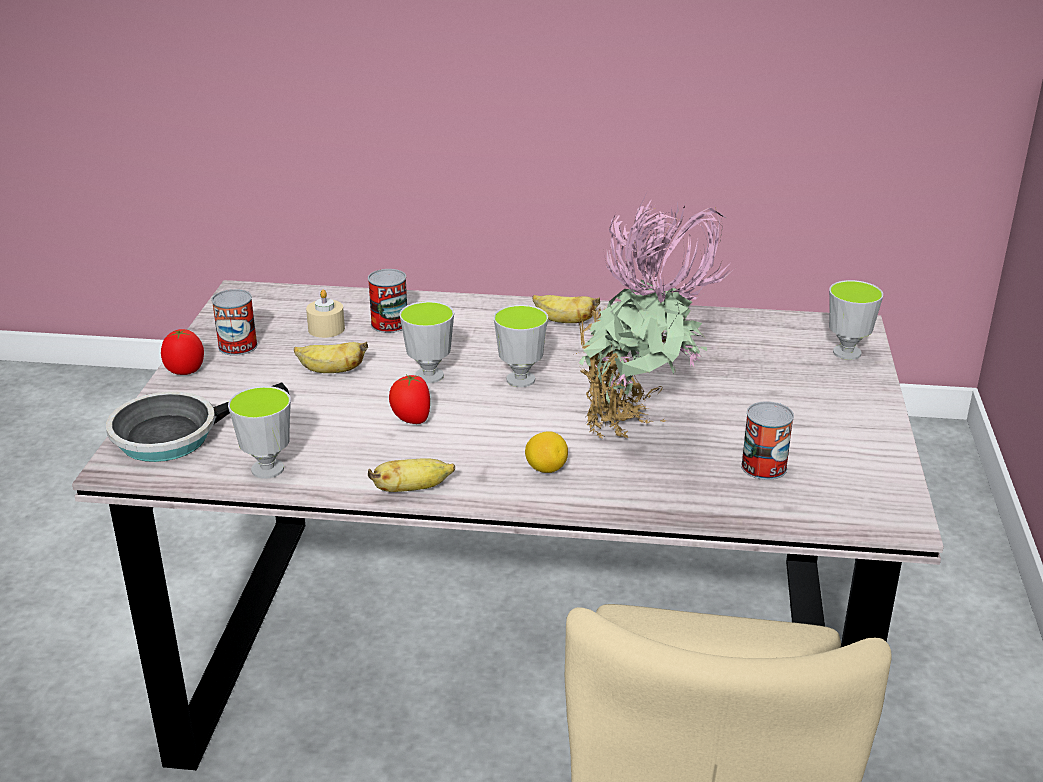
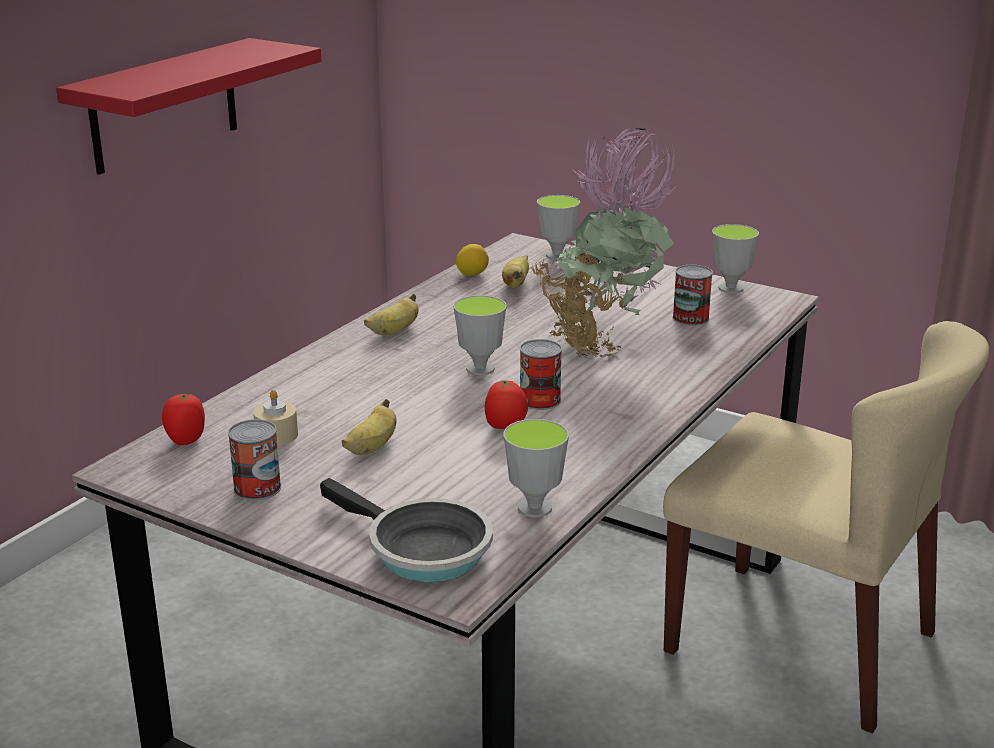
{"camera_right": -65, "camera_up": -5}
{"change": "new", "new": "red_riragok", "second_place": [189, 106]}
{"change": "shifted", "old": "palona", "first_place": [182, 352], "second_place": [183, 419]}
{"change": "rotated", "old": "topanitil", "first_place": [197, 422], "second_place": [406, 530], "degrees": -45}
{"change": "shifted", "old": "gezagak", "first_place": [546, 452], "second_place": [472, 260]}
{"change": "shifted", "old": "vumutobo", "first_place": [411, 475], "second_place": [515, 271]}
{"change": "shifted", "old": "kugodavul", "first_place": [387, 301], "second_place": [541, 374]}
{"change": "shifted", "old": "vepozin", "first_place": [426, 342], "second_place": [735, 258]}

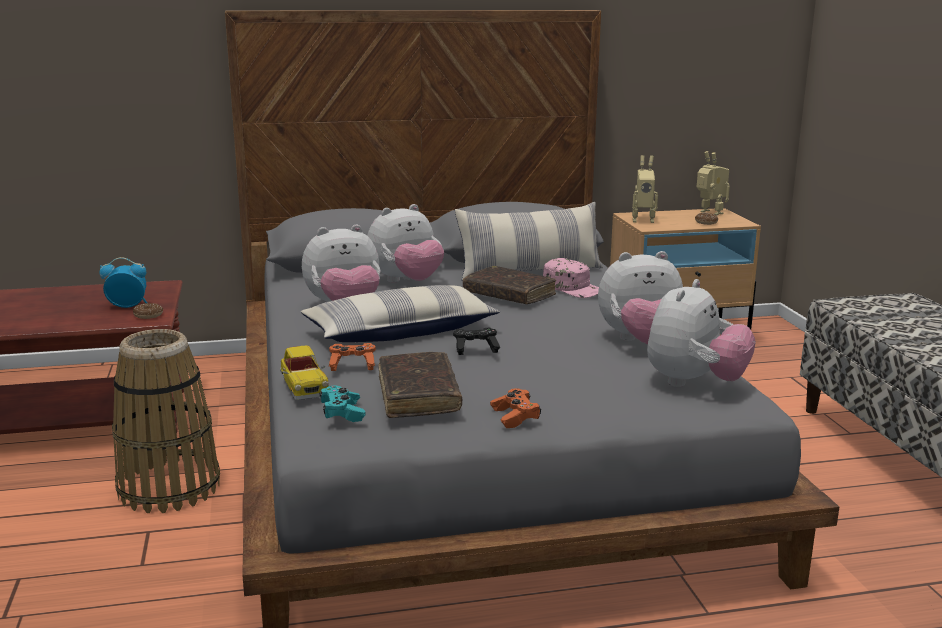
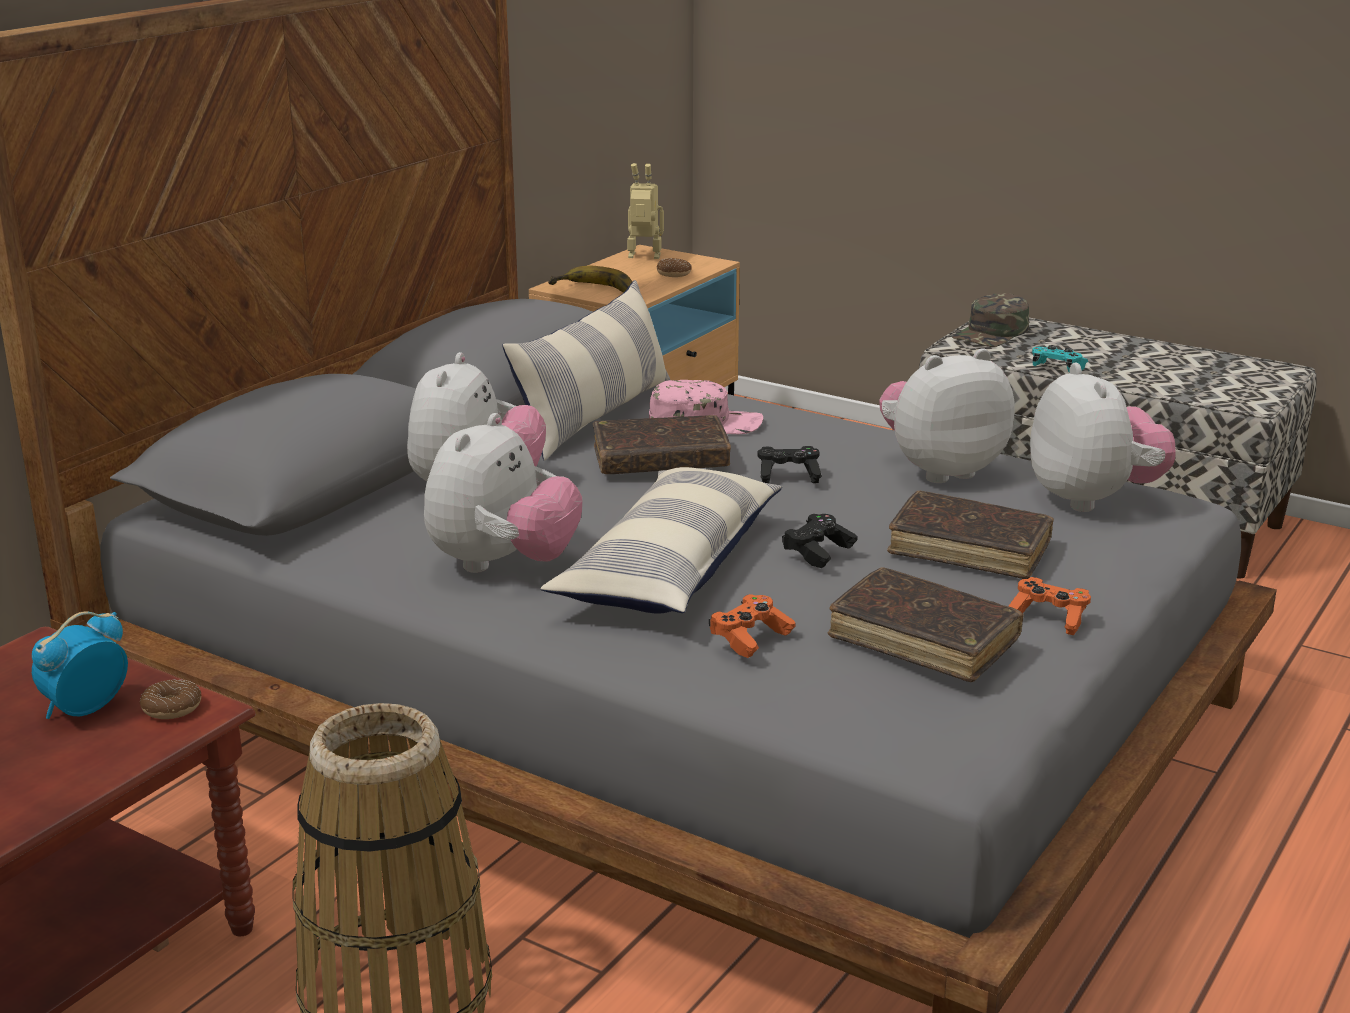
{"camera_right": -45, "camera_up": 5}
{"change": "swapped", "old": "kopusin", "new": "vumutobo", "first_place": [645, 189], "second_place": [590, 279]}
{"change": "new", "new": "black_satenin", "second_place": [789, 464]}
{"change": "rotated", "old": "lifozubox", "first_place": [640, 297], "second_place": [947, 415], "degrees": -150}
{"change": "new", "new": "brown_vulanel", "second_place": [970, 535]}
{"change": "new", "new": "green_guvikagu", "second_place": [990, 320]}
{"change": "shifted", "old": "turquoise_satenin", "first_place": [342, 403], "second_place": [1060, 358]}
{"change": "gone", "old": "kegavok", "first_place": [304, 372]}

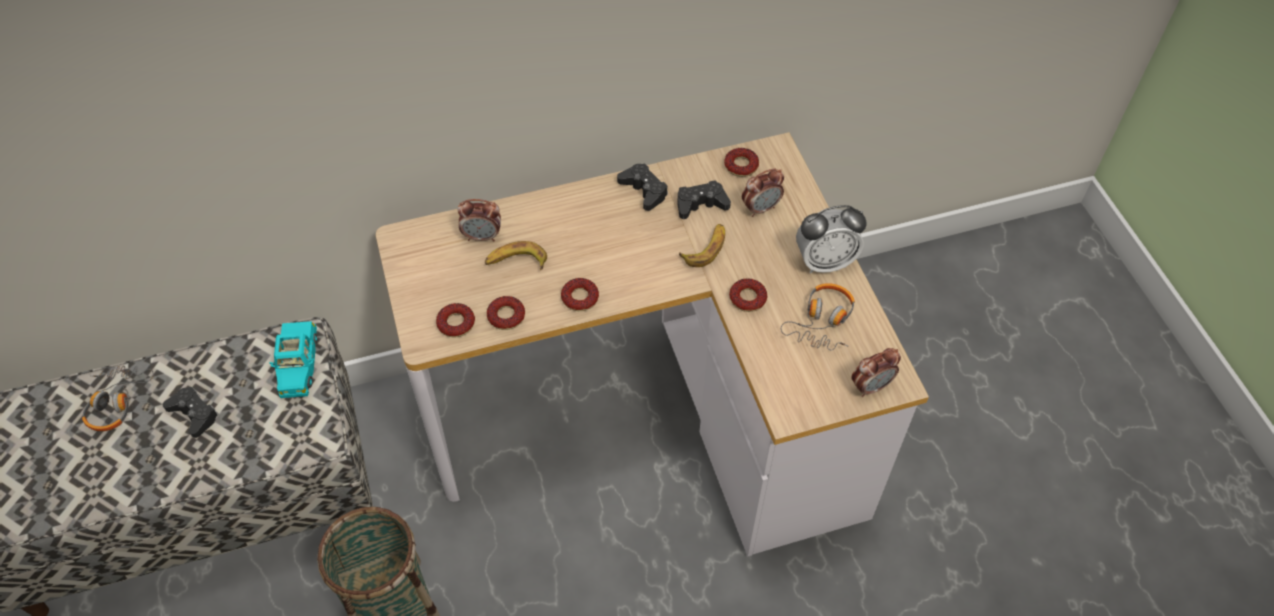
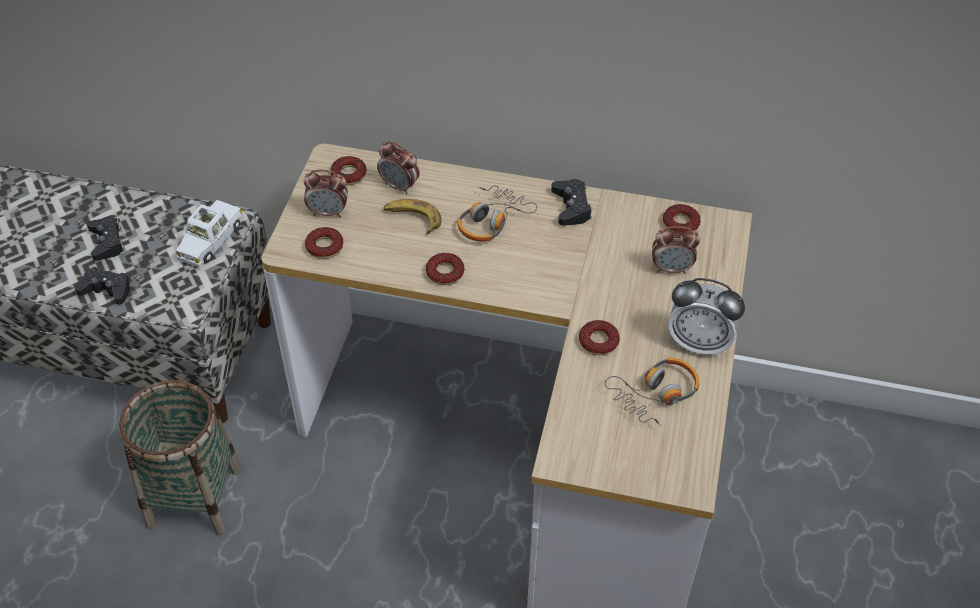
{"camera_right": 30, "camera_up": -5}
{"change": "shifted", "old": "black_satenin", "first_place": [704, 199], "second_place": [102, 285]}
{"change": "repainted", "old": "turquoise_kegavok", "new": "white_kegavok", "first_place": [293, 359], "second_place": [210, 234]}
{"change": "shifted", "old": "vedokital", "first_place": [876, 372], "second_place": [326, 193]}
{"change": "shifted", "old": "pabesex", "first_place": [506, 313], "second_place": [348, 170]}
{"change": "shifted", "old": "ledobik", "first_place": [118, 398], "second_place": [497, 213]}
{"change": "gone", "old": "vumutobo", "first_place": [702, 245]}

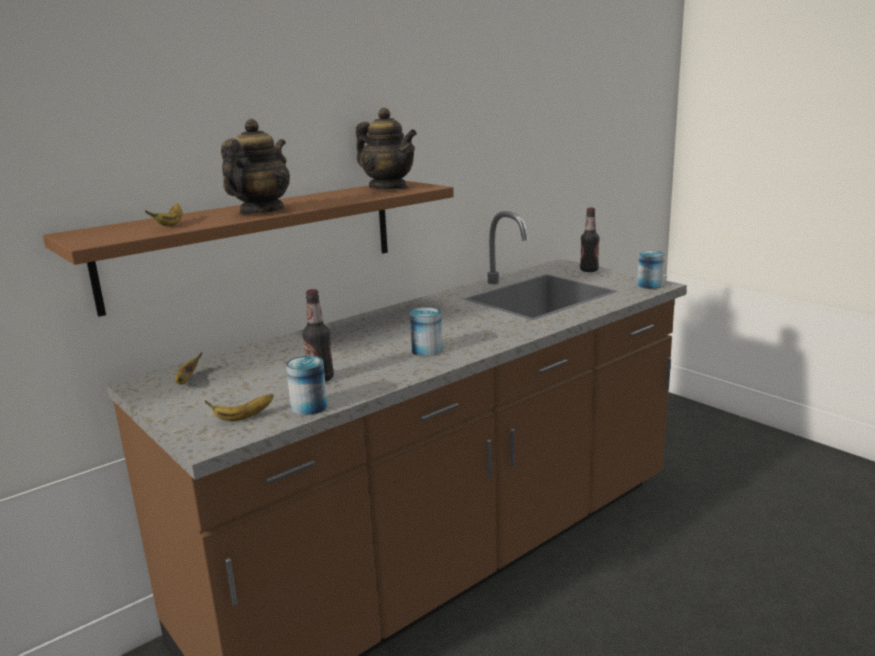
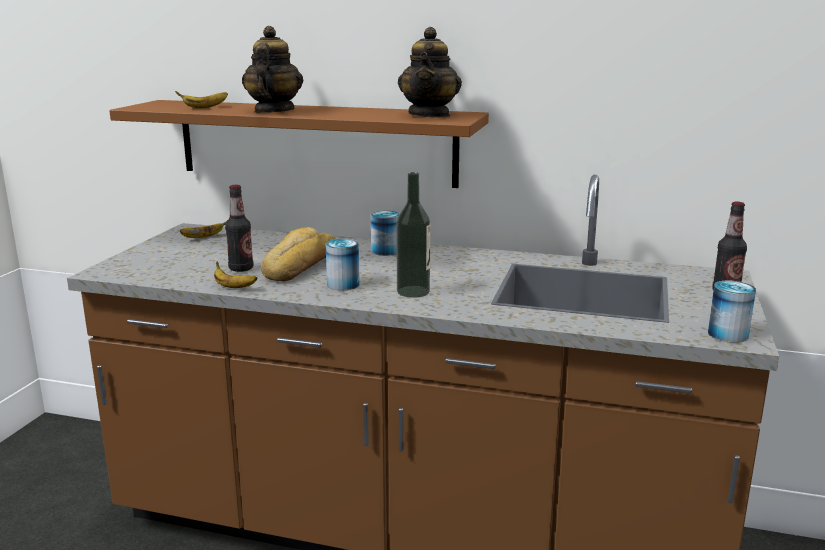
{"camera_right": 55, "camera_up": 0}
{"change": "shifted", "old": "vumutobo", "first_place": [239, 407], "second_place": [235, 274]}
{"change": "rotated", "old": "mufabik", "first_place": [255, 166], "second_place": [272, 69], "degrees": -75}
{"change": "new", "new": "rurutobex", "second_place": [298, 254]}
{"change": "shifted", "old": "kugodavul", "first_place": [307, 386], "second_place": [385, 233]}
{"change": "new", "new": "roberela", "second_place": [413, 235]}

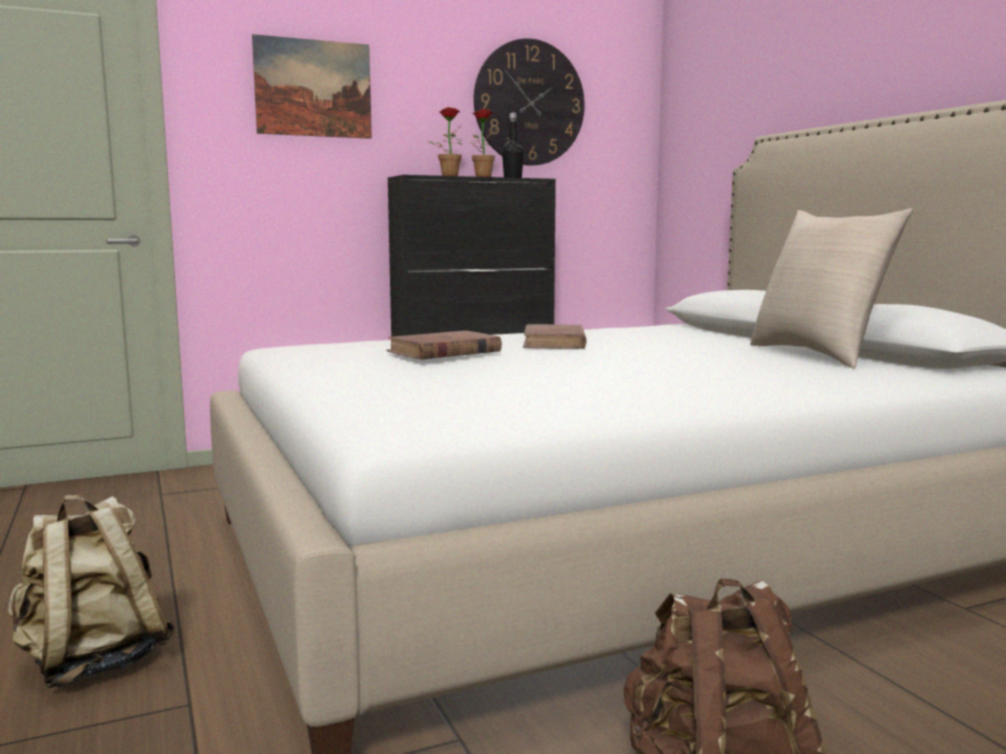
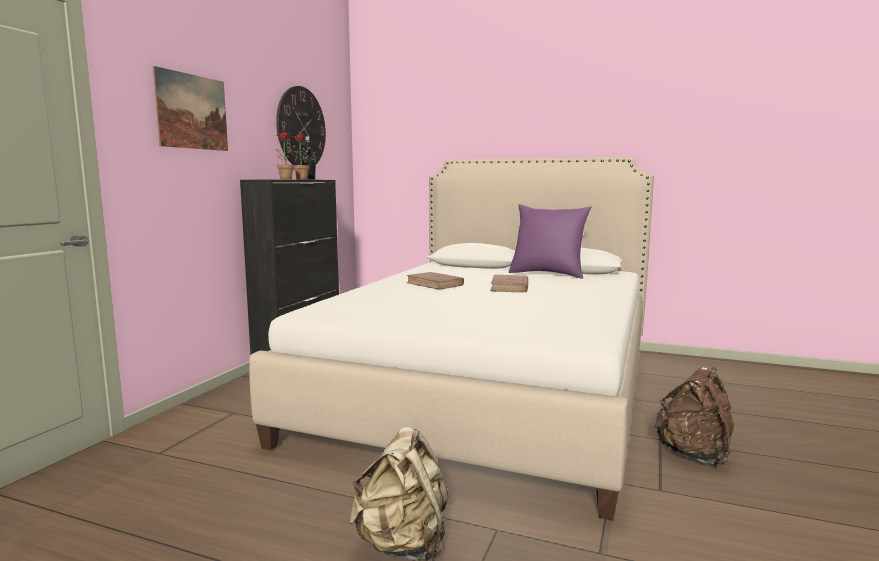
{"camera_right": -45, "camera_up": 0}
{"change": "shifted", "old": "brown_vulanel", "first_place": [444, 345], "second_place": [509, 283]}
{"change": "repainted", "old": "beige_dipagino", "new": "purple_dipagino", "first_place": [831, 288], "second_place": [550, 241]}

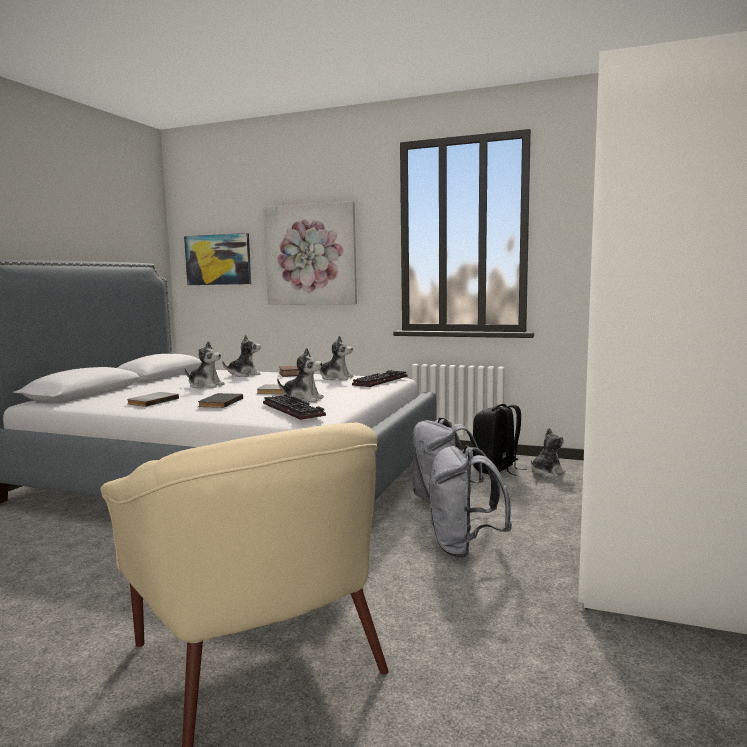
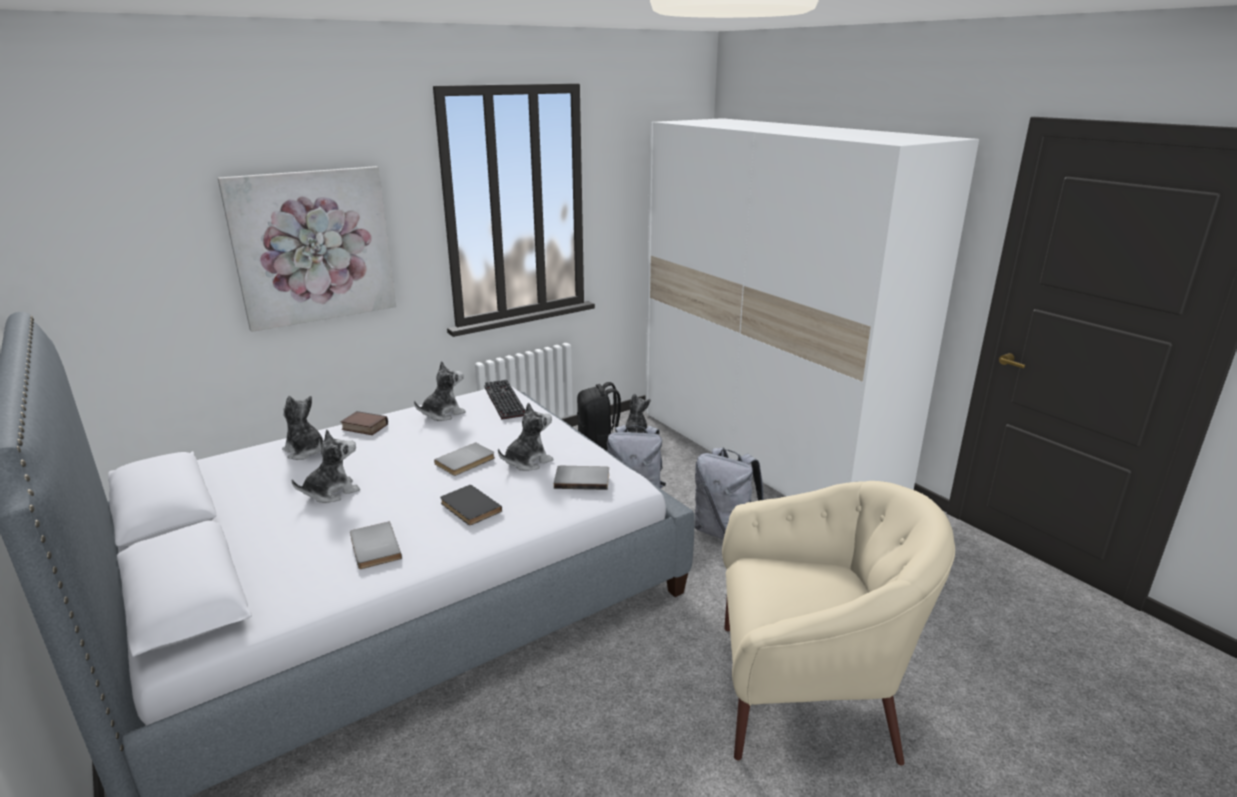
{"camera_right": -55, "camera_up": 15}
{"change": "rotated", "old": "lifozubox", "first_place": [241, 355], "second_place": [302, 428], "degrees": -60}
{"change": "swapped", "old": "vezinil", "new": "grey_vulanel", "first_place": [294, 407], "second_place": [581, 478]}
{"change": "gone", "old": "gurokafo", "first_place": [217, 259]}

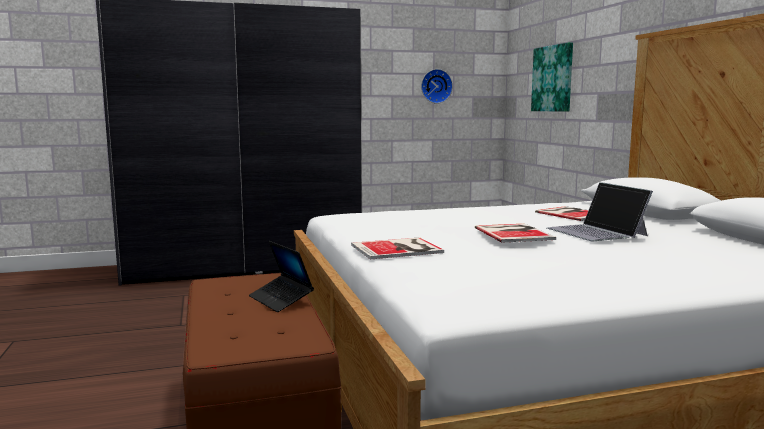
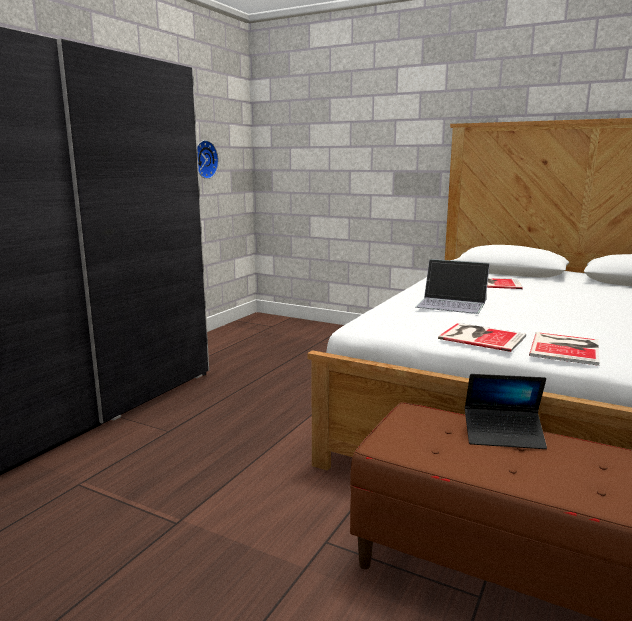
{"camera_right": -45, "camera_up": 5}
{"change": "shifted", "old": "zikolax", "first_place": [599, 211], "second_place": [453, 286]}
{"change": "shifted", "old": "vulanel", "first_place": [515, 233], "second_place": [482, 337]}
{"change": "gone", "old": "gurokafo", "first_place": [552, 77]}

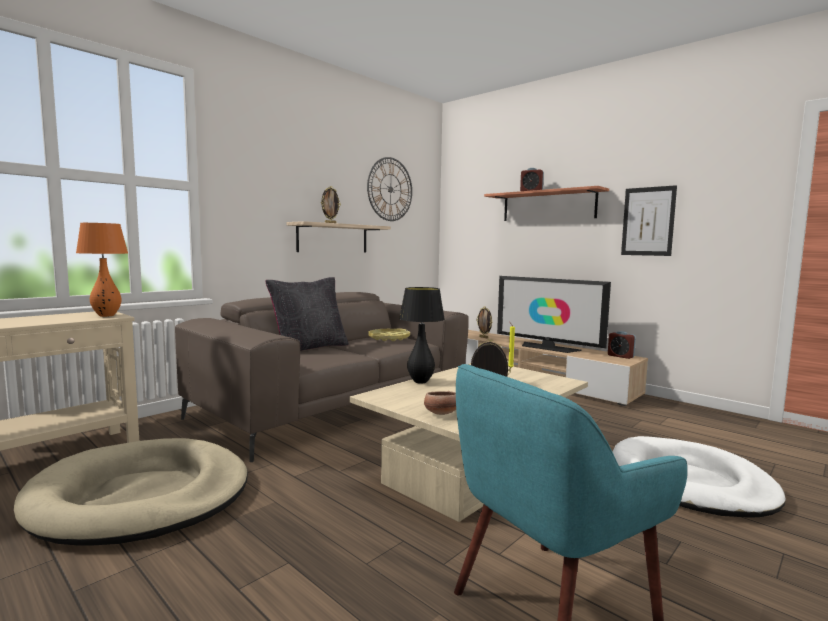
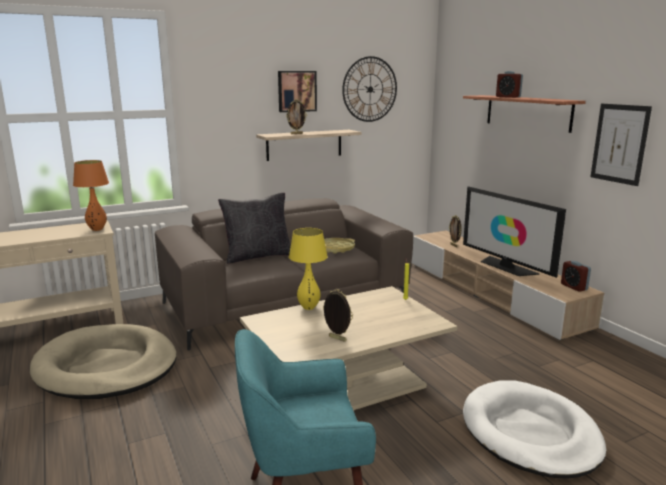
{"camera_right": 20, "camera_up": 10}
{"change": "new", "new": "gurokafo", "second_place": [297, 91]}
{"change": "repainted", "old": "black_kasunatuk", "new": "yellow_kasunatuk", "first_place": [422, 335], "second_place": [308, 269]}
{"change": "gone", "old": "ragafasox", "first_place": [440, 403]}

